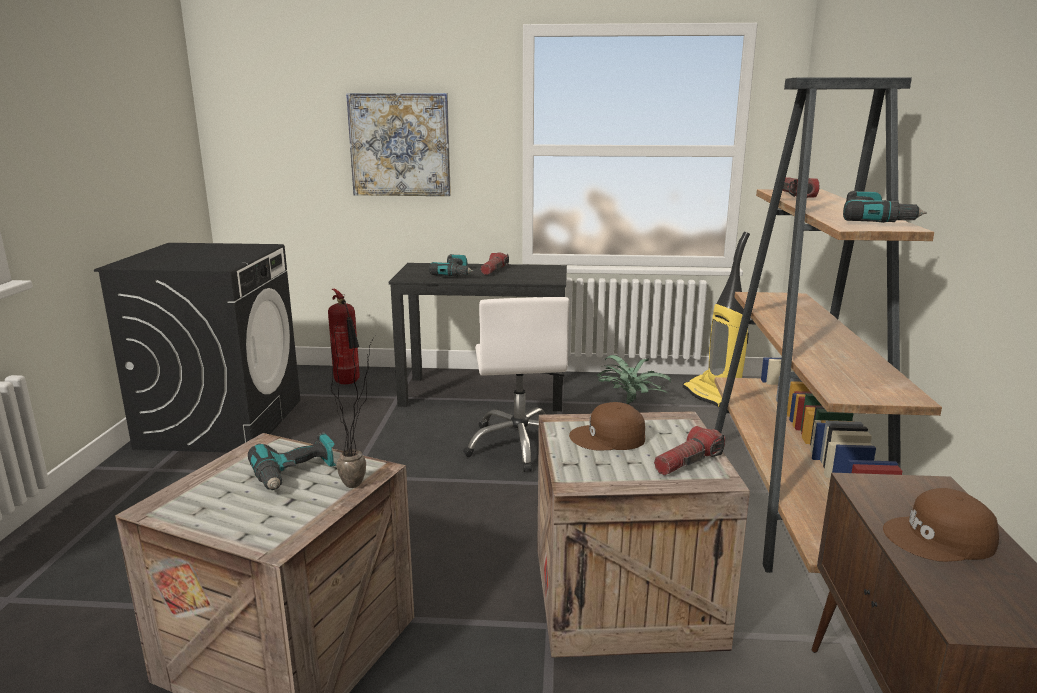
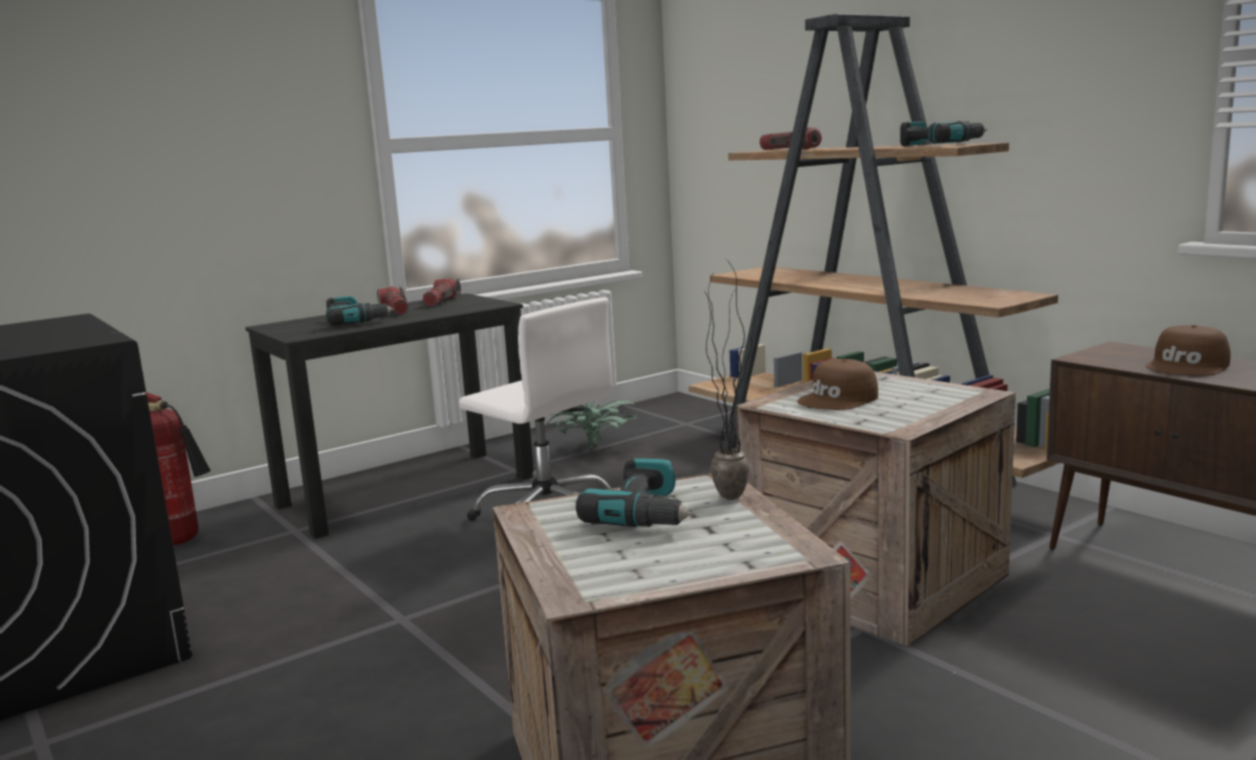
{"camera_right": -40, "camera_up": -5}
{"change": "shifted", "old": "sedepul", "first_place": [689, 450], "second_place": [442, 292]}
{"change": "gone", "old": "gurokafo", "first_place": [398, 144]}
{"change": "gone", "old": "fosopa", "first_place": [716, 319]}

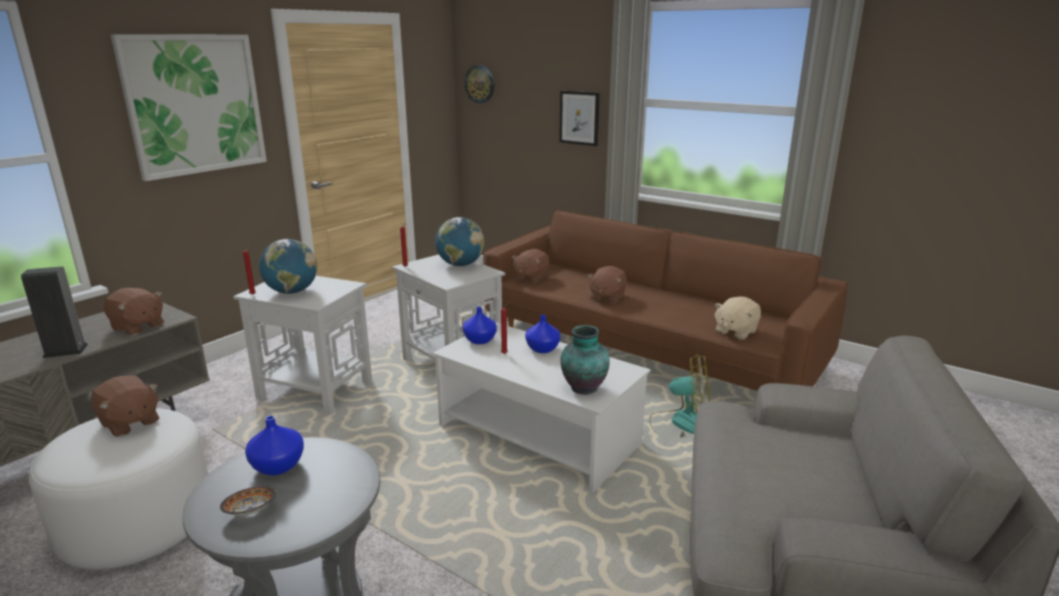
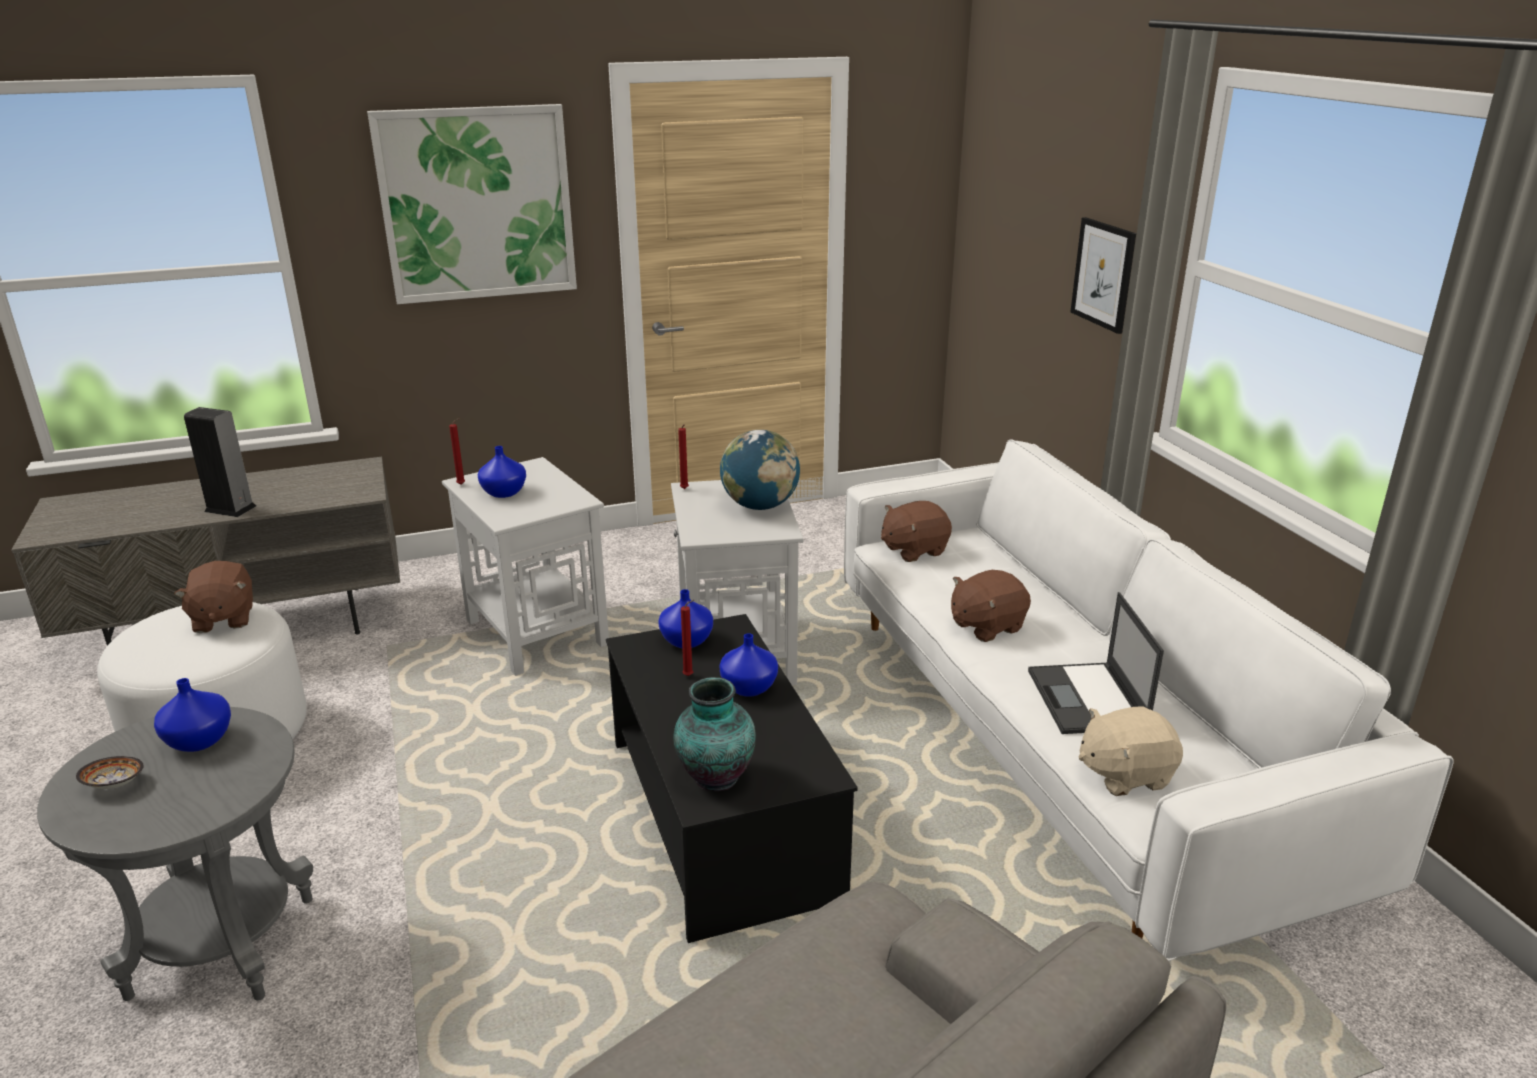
{"camera_right": 35, "camera_up": 5}
{"change": "swapped", "old": "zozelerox", "new": "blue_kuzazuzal", "first_place": [288, 266], "second_place": [502, 472]}
{"change": "repainted", "old": "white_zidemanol", "new": "black_zidemanol", "first_place": [542, 408], "second_place": [732, 778]}
{"change": "repainted", "old": "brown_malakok", "new": "white_malakok", "first_place": [665, 300], "second_place": [1149, 700]}
{"change": "new", "new": "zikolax", "second_place": [1096, 663]}
{"change": "gone", "old": "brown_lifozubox", "first_place": [134, 311]}
{"change": "gone", "old": "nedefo", "first_place": [479, 84]}
{"change": "gone", "old": "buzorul", "first_place": [680, 396]}

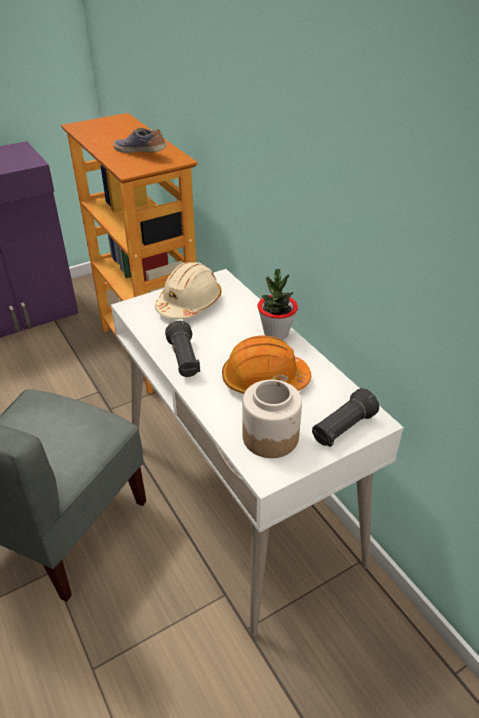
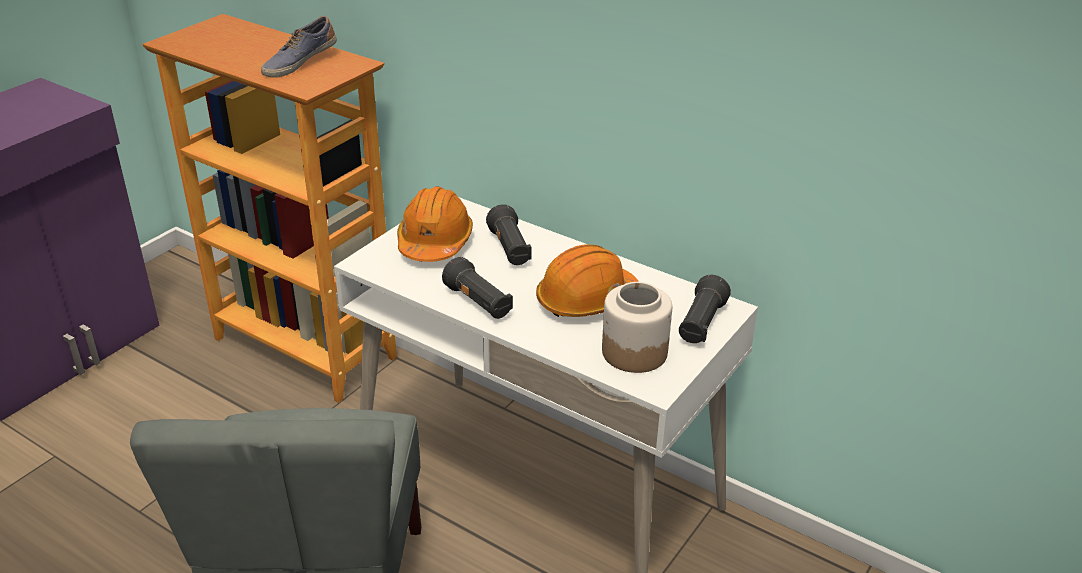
{"camera_right": -25, "camera_up": -5}
{"change": "rotated", "old": "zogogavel", "first_place": [140, 140], "second_place": [299, 47], "degrees": -60}
{"change": "repainted", "old": "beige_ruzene", "new": "orange_ruzene", "first_place": [188, 290], "second_place": [435, 224]}
{"change": "new", "new": "black_sedepul", "second_place": [509, 234]}
{"change": "gone", "old": "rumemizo", "first_place": [278, 304]}

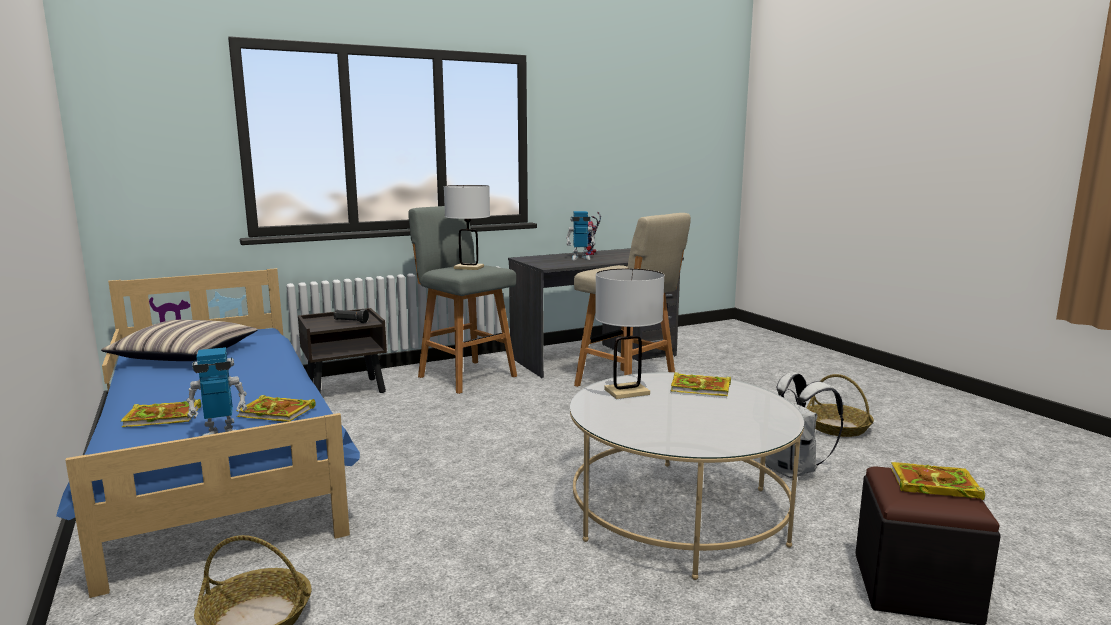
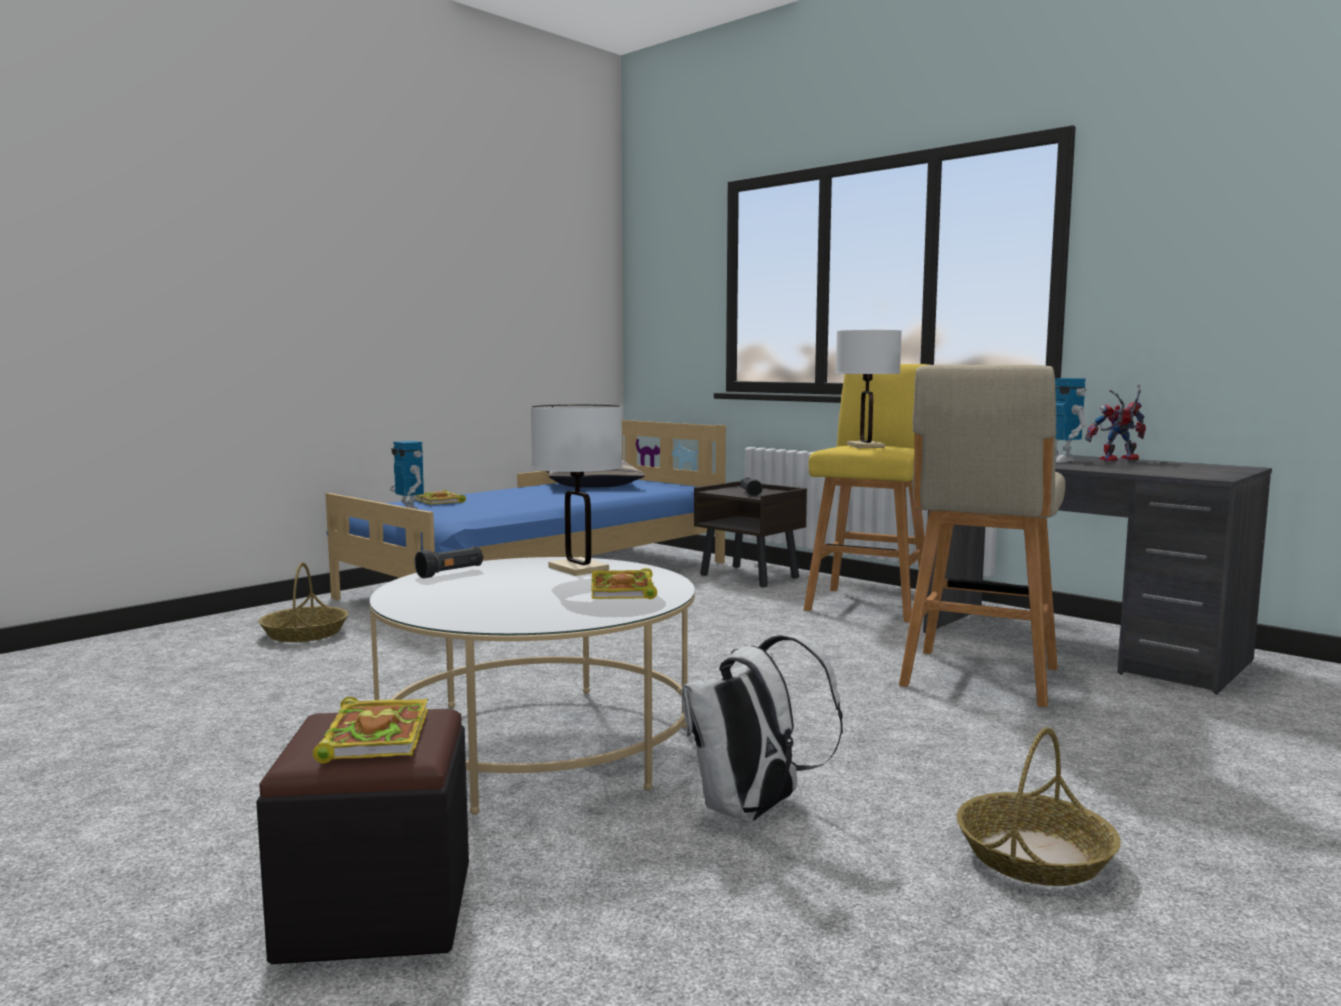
{"camera_right": 70, "camera_up": -5}
{"change": "new", "new": "black_sedepul", "second_place": [449, 562]}
{"change": "repainted", "old": "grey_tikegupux", "new": "yellow_tikegupux", "first_place": [462, 300], "second_place": [866, 493]}
{"change": "gone", "old": "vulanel", "first_place": [276, 408]}

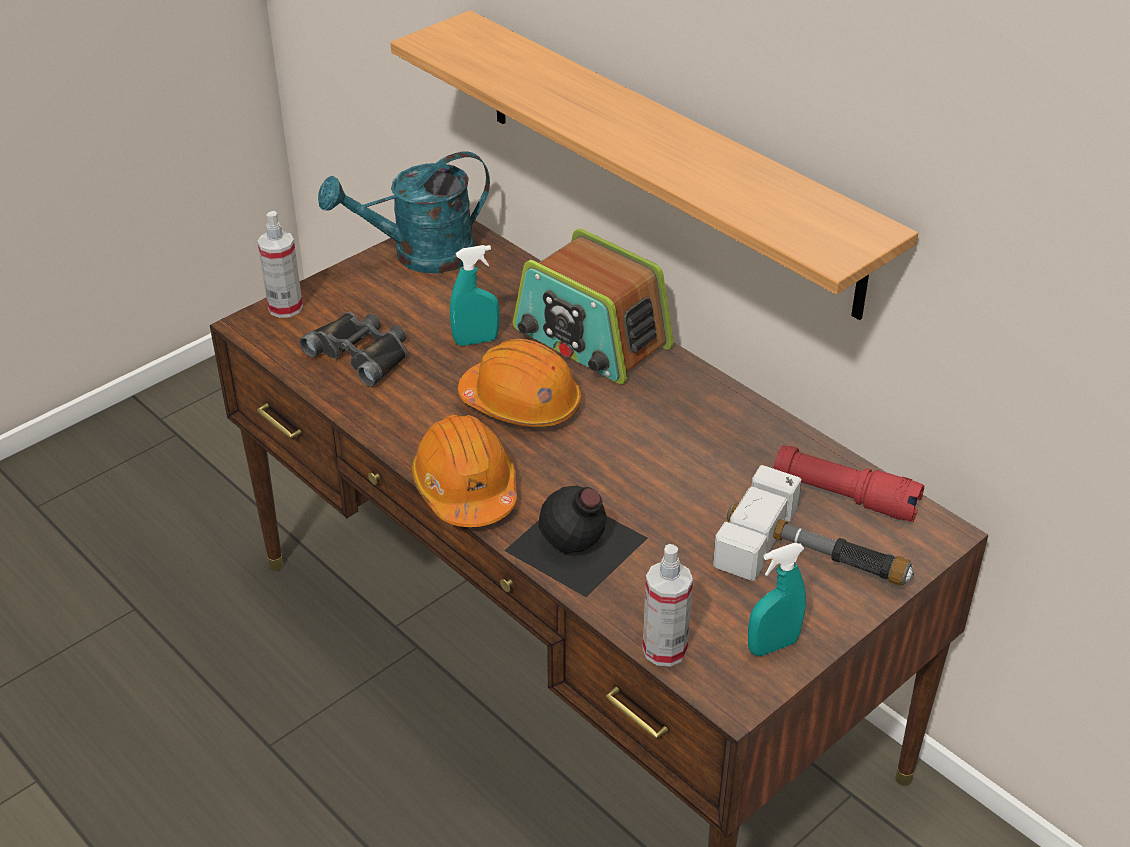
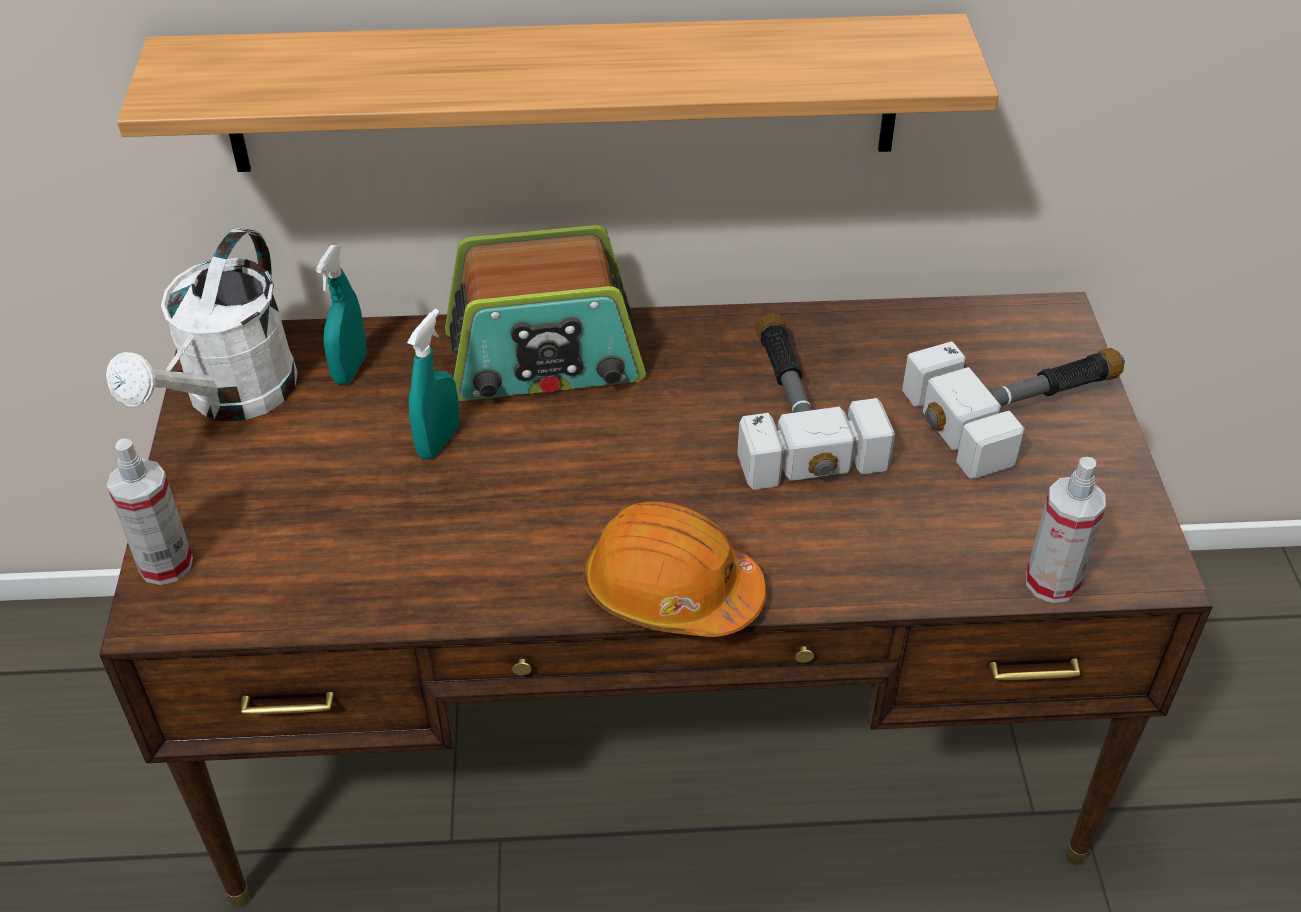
{"camera_right": -50, "camera_up": 5}
{"change": "repainted", "old": "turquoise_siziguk", "new": "white_siziguk", "first_place": [404, 212], "second_place": [202, 324]}
{"change": "shifted", "old": "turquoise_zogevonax", "first_place": [777, 599], "second_place": [341, 315]}
{"change": "new", "new": "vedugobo", "second_place": [816, 401]}
{"change": "gone", "old": "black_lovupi", "first_place": [353, 349]}
{"change": "gone", "old": "orange_ruzene", "first_place": [520, 383]}
{"change": "gone", "old": "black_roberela", "first_place": [575, 541]}
{"change": "gone", "old": "red_sedepul", "first_place": [848, 483]}

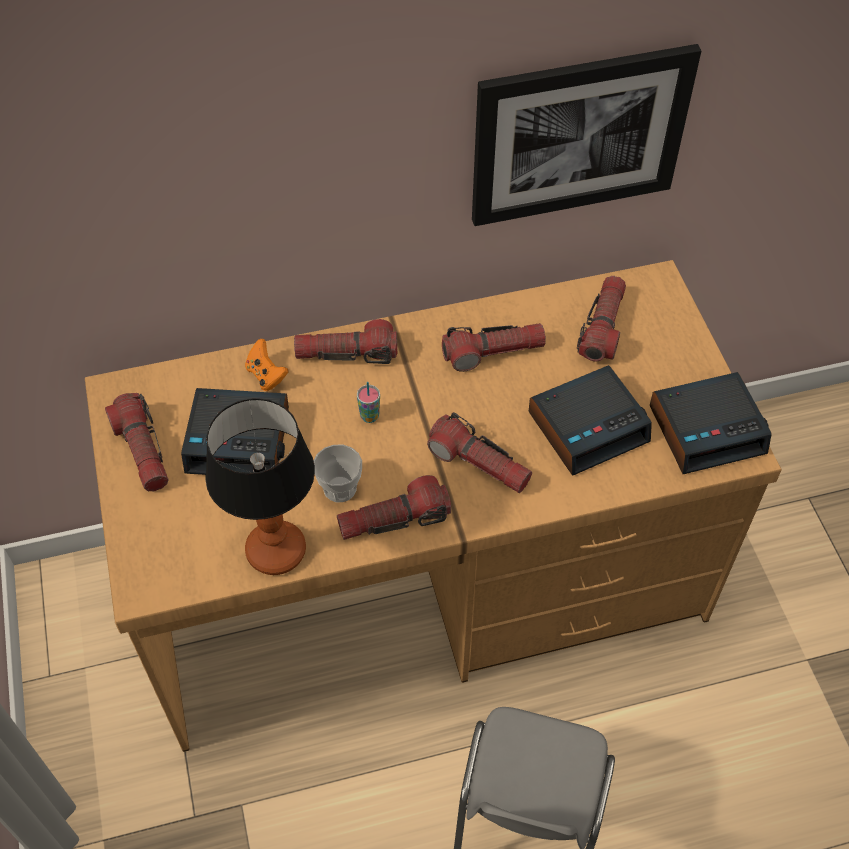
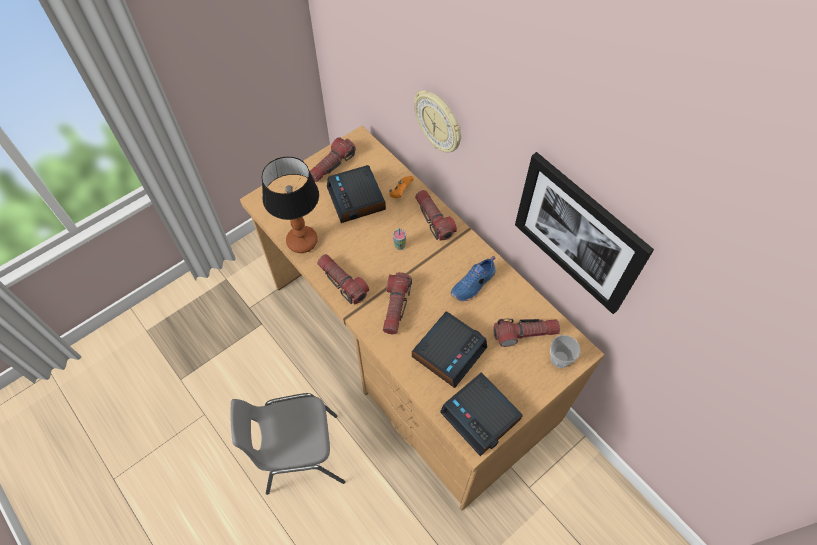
{"camera_right": 65, "camera_up": 5}
{"change": "rotated", "old": "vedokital", "first_place": [590, 420], "second_place": [449, 349], "degrees": -90}
{"change": "new", "new": "nedefo", "second_place": [437, 121]}
{"change": "swapped", "old": "sedepul", "new": "blue_zogogavel", "first_place": [494, 347], "second_place": [473, 278]}
{"change": "shifted", "old": "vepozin", "first_place": [337, 473], "second_place": [565, 351]}

